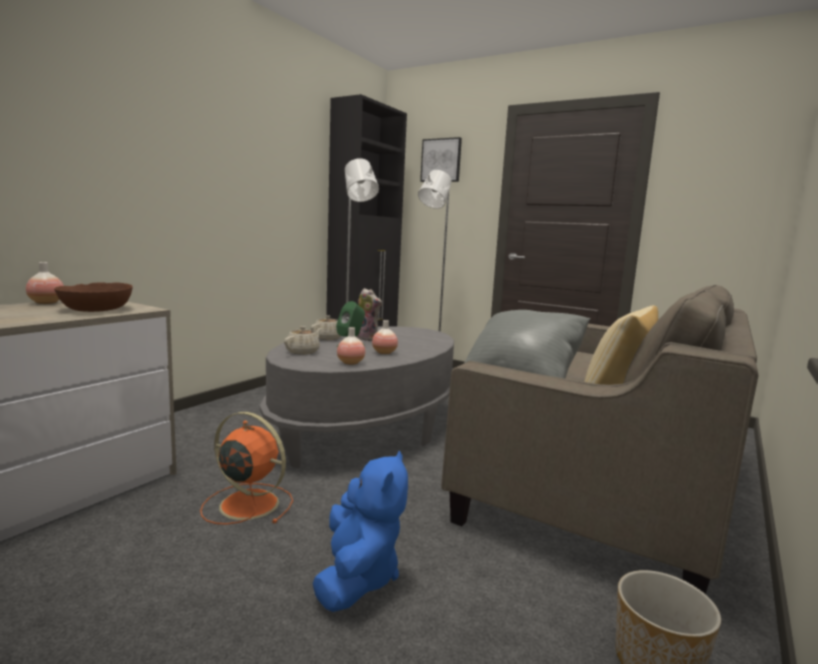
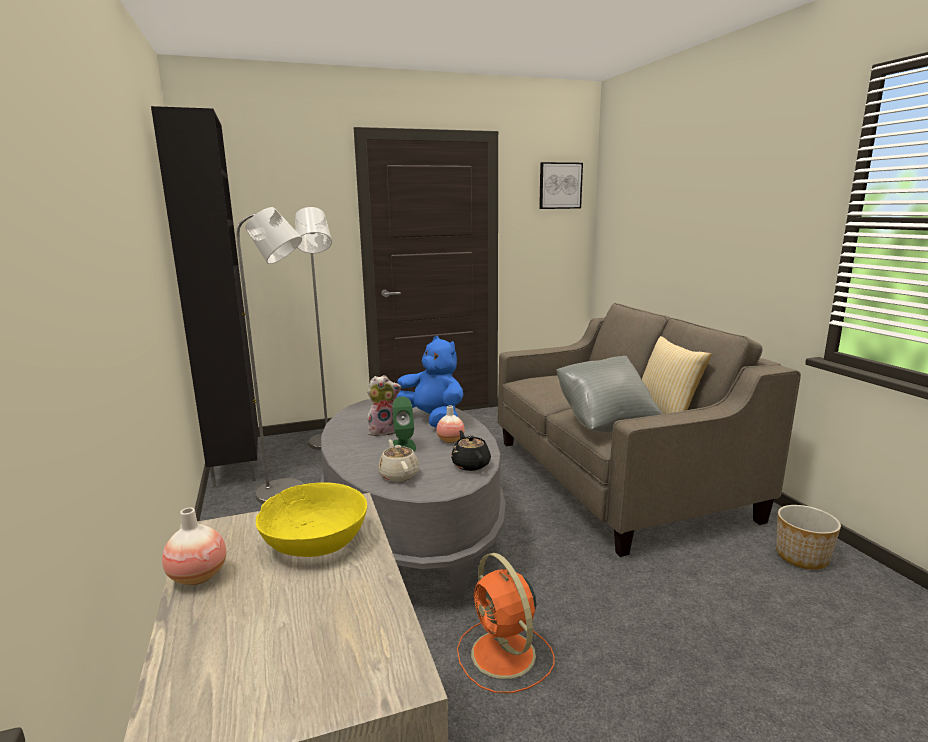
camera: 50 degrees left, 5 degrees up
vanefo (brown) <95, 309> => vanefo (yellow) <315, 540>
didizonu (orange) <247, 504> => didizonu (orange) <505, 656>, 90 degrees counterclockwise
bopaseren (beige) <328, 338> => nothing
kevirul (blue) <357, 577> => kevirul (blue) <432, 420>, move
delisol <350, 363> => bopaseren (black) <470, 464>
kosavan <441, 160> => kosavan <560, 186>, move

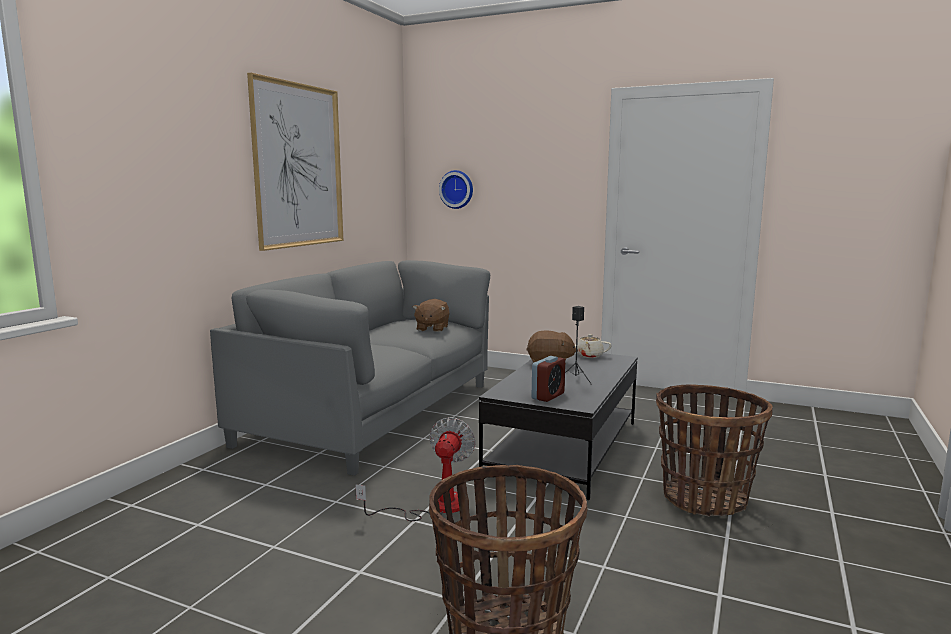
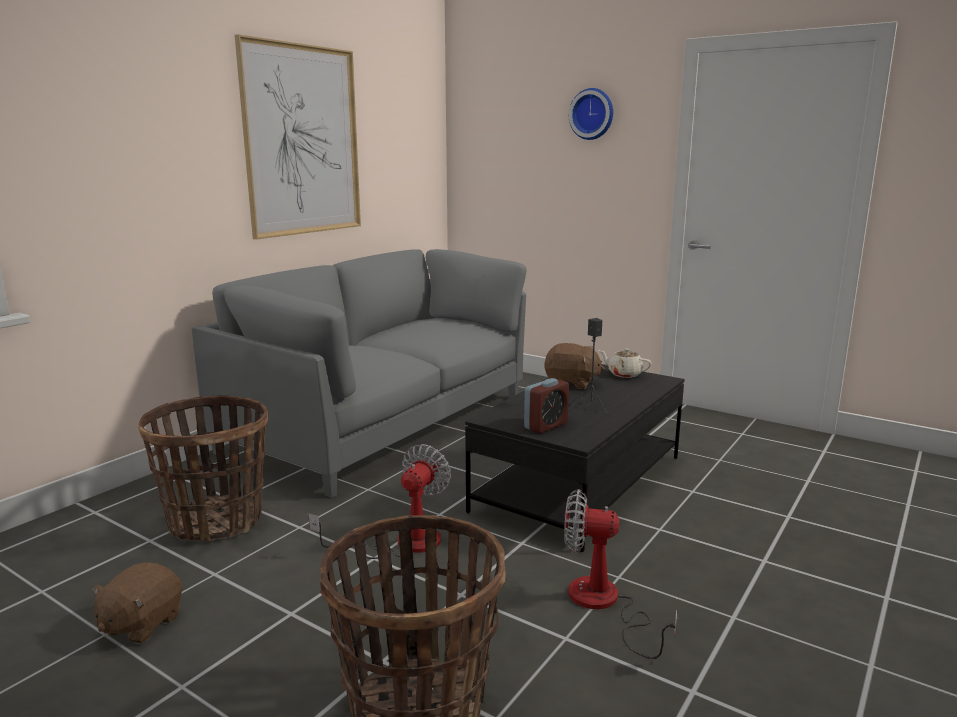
camera: 10 degrees right, 5 degrees up
kevirul (brown) <432, 328> => kevirul (brown) <141, 624>, move
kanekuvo <457, 189> => kanekuvo <592, 114>, move
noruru <704, 499> => noruru <216, 521>, move
nothing => didizonu <604, 605>

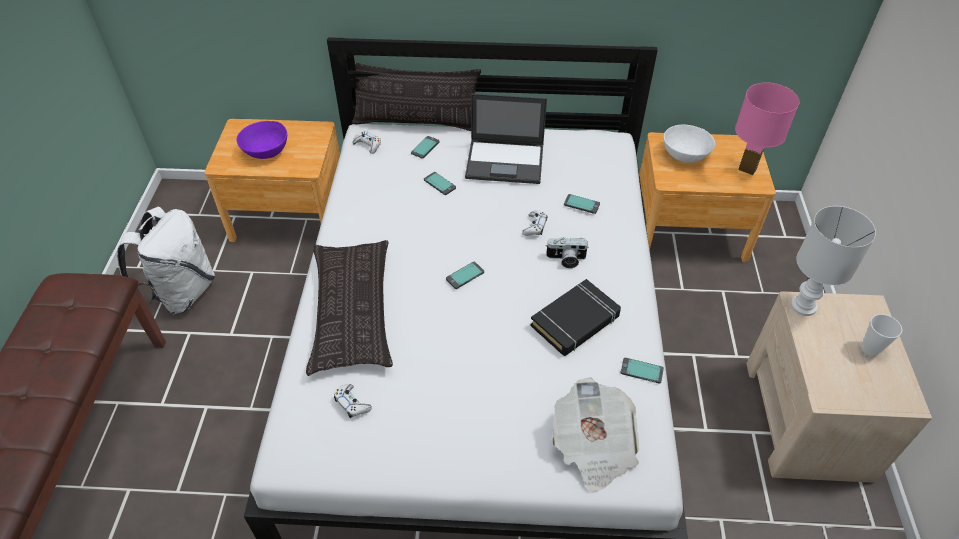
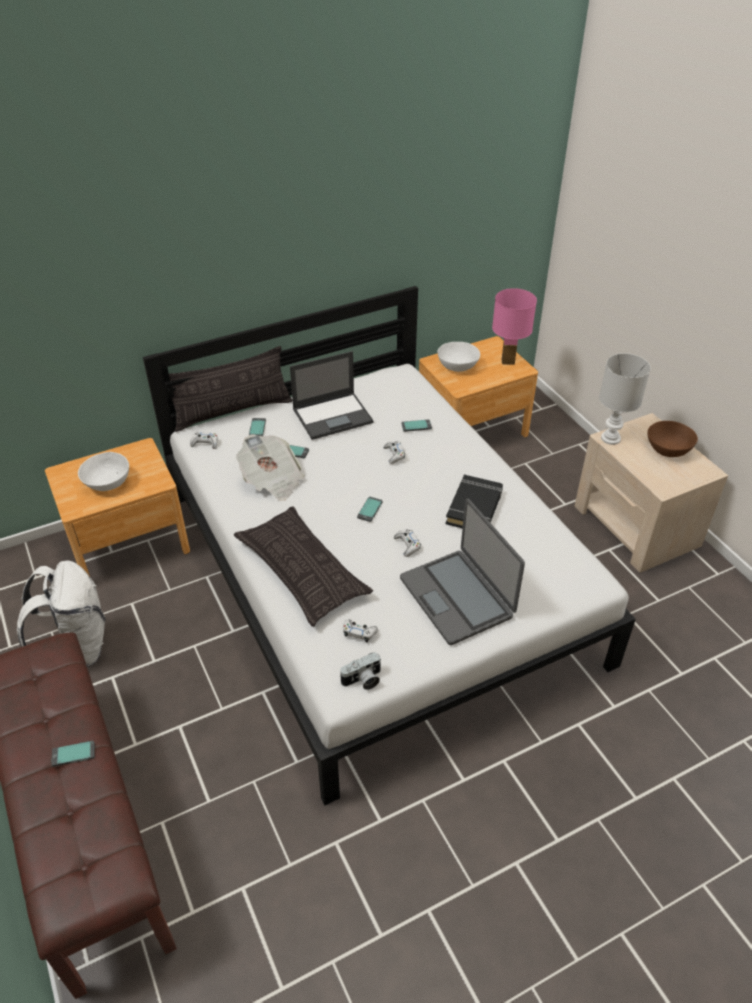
camera: 30 degrees left, 5 degrees down
vanefo (purple) <265, 151> => vanefo (white) <107, 482>
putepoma <566, 259> => putepoma <363, 680>, move
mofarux <593, 447> => mofarux <272, 480>, move
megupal <641, 371> => megupal <73, 754>, move
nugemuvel <870, 349> => vanefo (brown) <667, 449>
nothing => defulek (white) <407, 545>
nothing => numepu <457, 597>

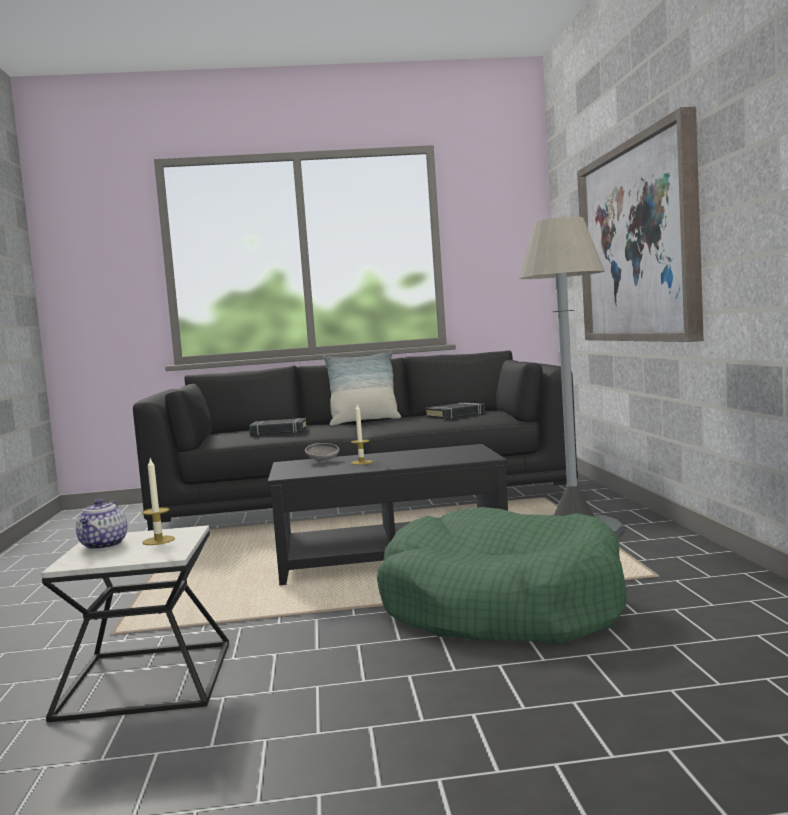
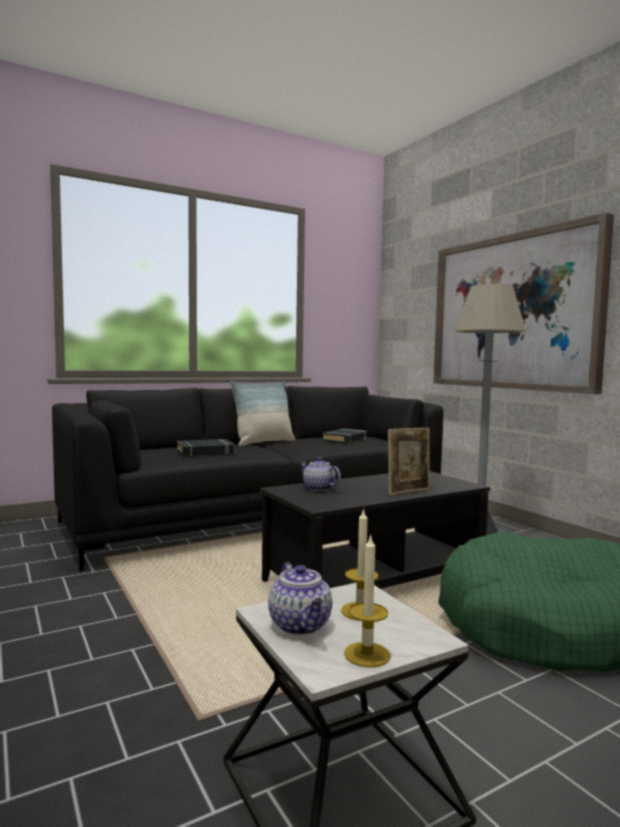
camera: 25 degrees left, 0 degrees up
vanefo (grey) <323, 462> => bopaseren <318, 488>
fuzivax <361, 462> => fuzivax <367, 654>, move
nothing => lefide <408, 491>

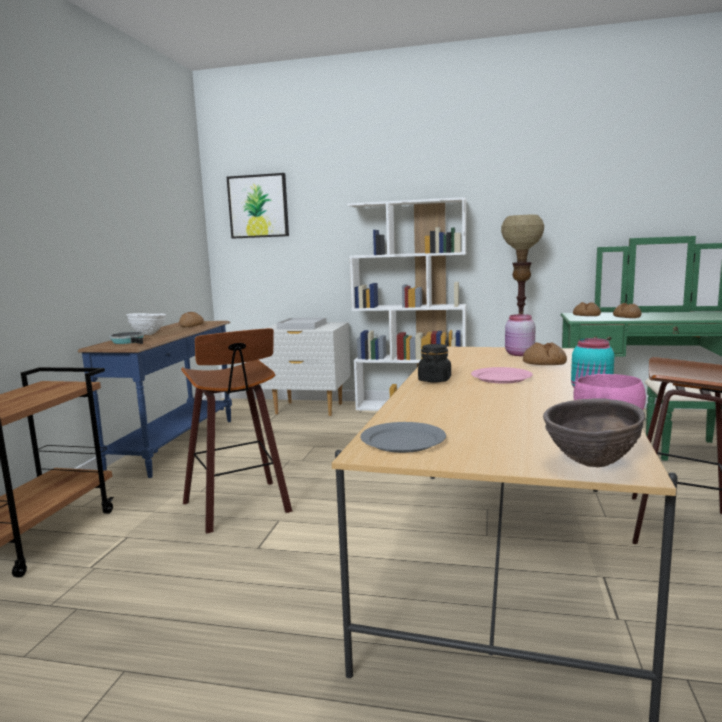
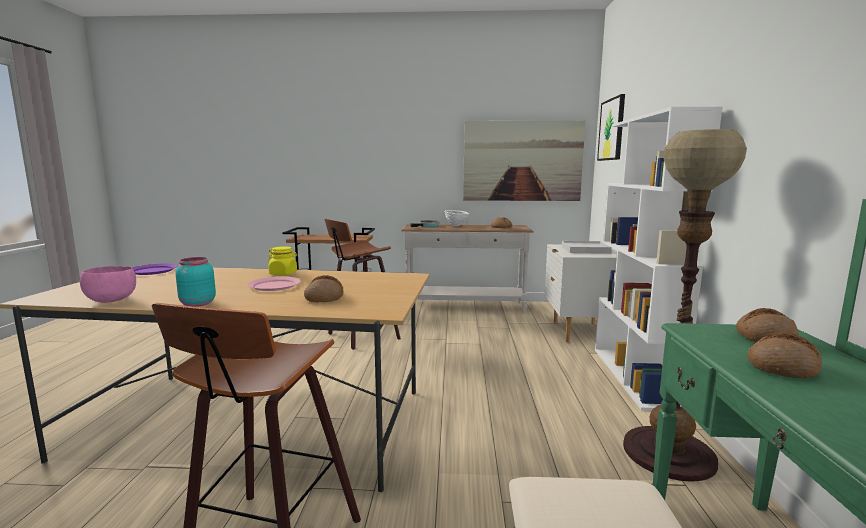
camera: 80 degrees right, 0 degrees up
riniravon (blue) <176, 445> => riniravon (white) <465, 307>
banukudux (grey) <403, 441> => banukudux (purple) <152, 271>
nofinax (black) <434, 380> => nofinax (yellow) <283, 273>
nofinax (pink) <519, 354> => nothing
vanefo (brown) <591, 464> => nothing
nothing => kosavan <522, 161>

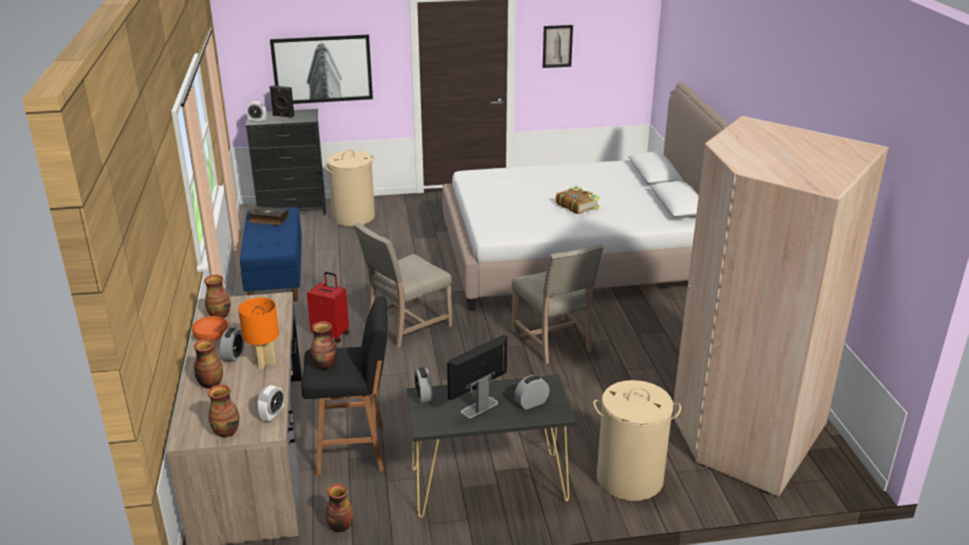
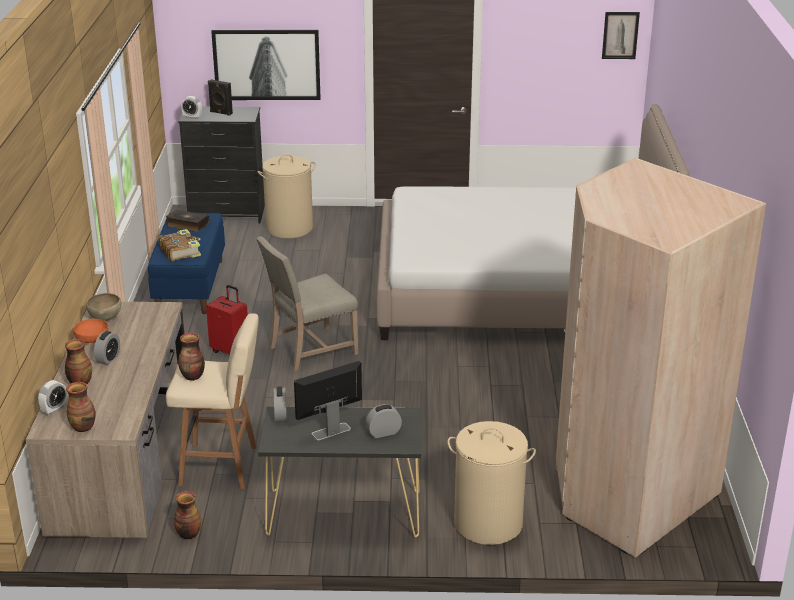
camera: 10 degrees right, 0 degrees up
delisol <220, 315> => vanefo (brown) <105, 319>
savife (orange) <264, 363> => nothing
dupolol <272, 415> => dupolol <54, 409>, move
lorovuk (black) <354, 450> => lorovuk (beige) <221, 466>
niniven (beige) <554, 341> => nothing
kosavan <557, 46> => kosavan <620, 35>, move
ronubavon <577, 205> => ronubavon <180, 251>, move

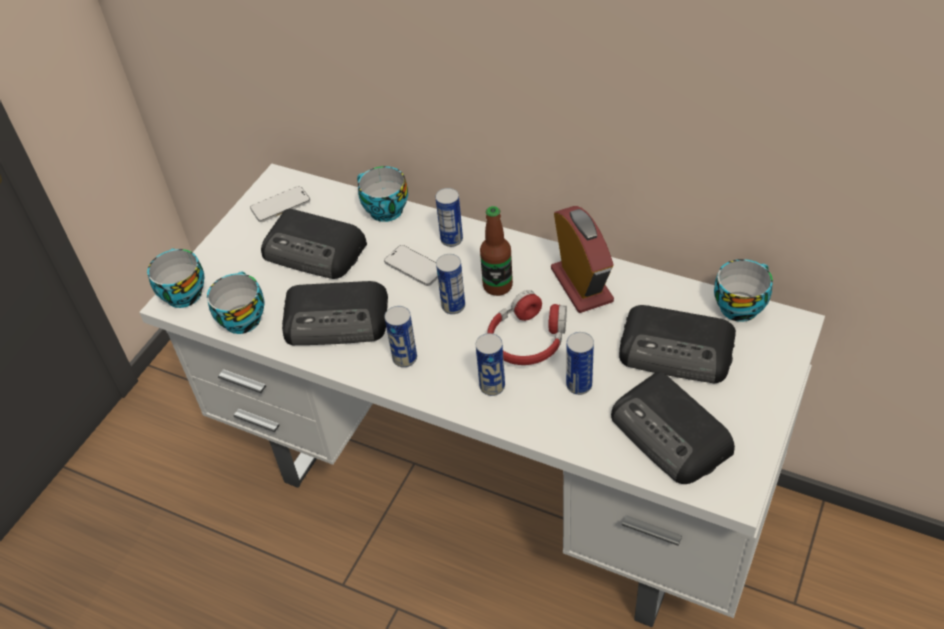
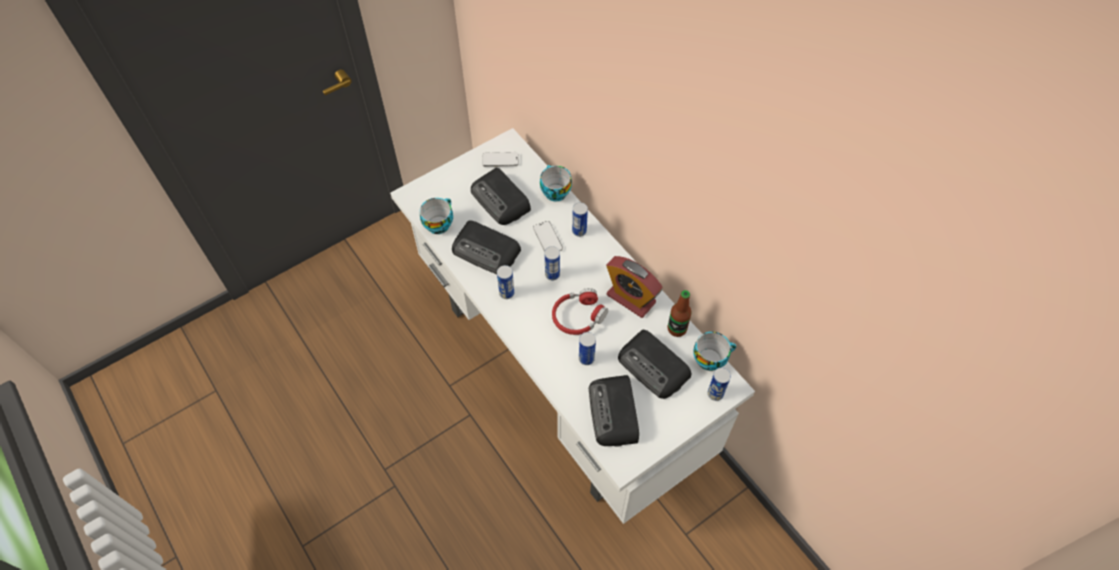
camera: 25 degrees right, 10 degrees up
nugemuvel <182, 293> => nothing
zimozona <492, 386> => zimozona <715, 393>, move
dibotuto <497, 286> => dibotuto <677, 329>, move
dupolol <581, 285> => dupolol <631, 298>, 120 degrees clockwise

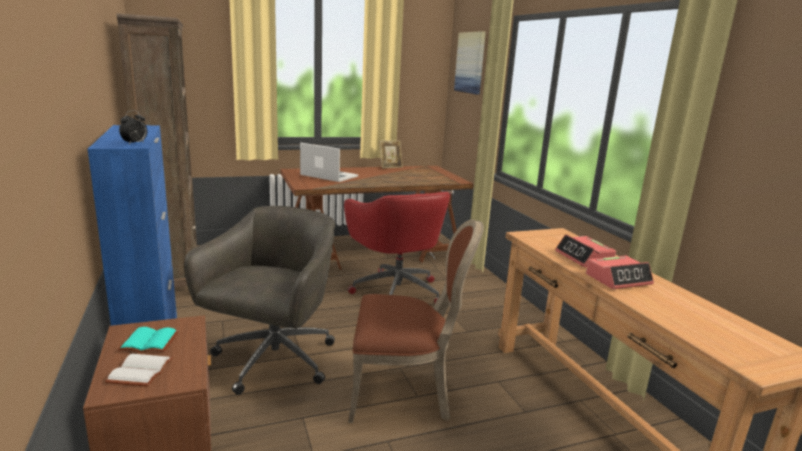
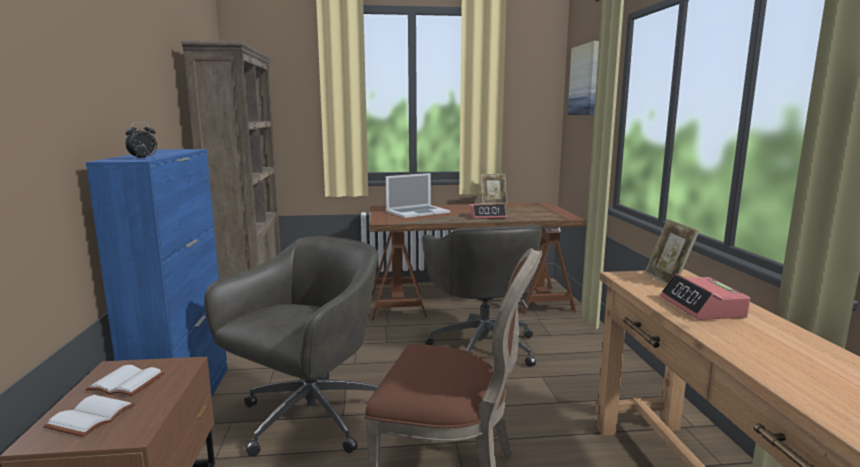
camera: 15 degrees right, 5 degrees down
ronubavon (turquoise) <148, 343> => ronubavon (white) <124, 383>
numepu <328, 175> => numepu <417, 212>, 105 degrees clockwise
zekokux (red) <396, 291> => zekokux (grey) <482, 345>
dupolol <618, 279> => dupolol <487, 216>, move
nothing => lefide <667, 280>

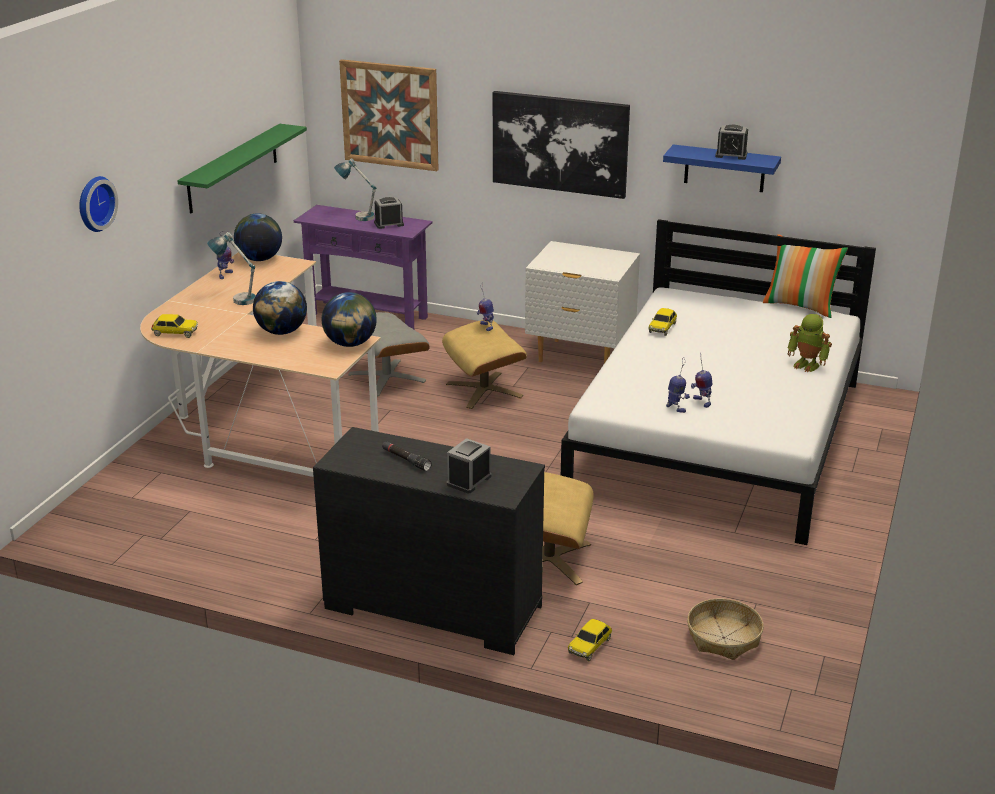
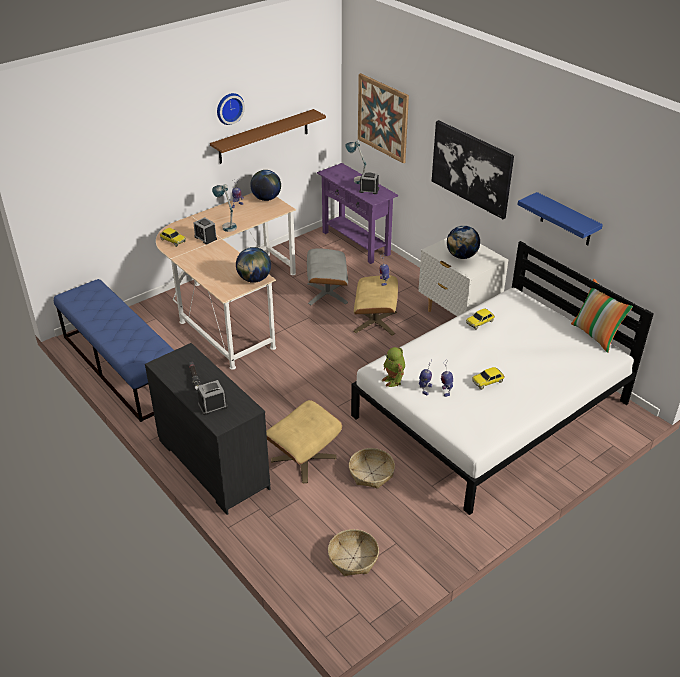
camera: 30 degrees right, 10 degrees up
kanekuvo <94, 203> => kanekuvo <229, 108>, move
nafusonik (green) <233, 168> => nafusonik (brown) <264, 136>
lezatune <282, 332> => lezatune <462, 256>, move
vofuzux <590, 646> => vofuzux <487, 382>, move
dupolol <731, 155> => dupolol <205, 238>, move
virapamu <807, 365> => virapamu <393, 380>, move
nothing => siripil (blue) <122, 366>
nothing => noruru <371, 473>

